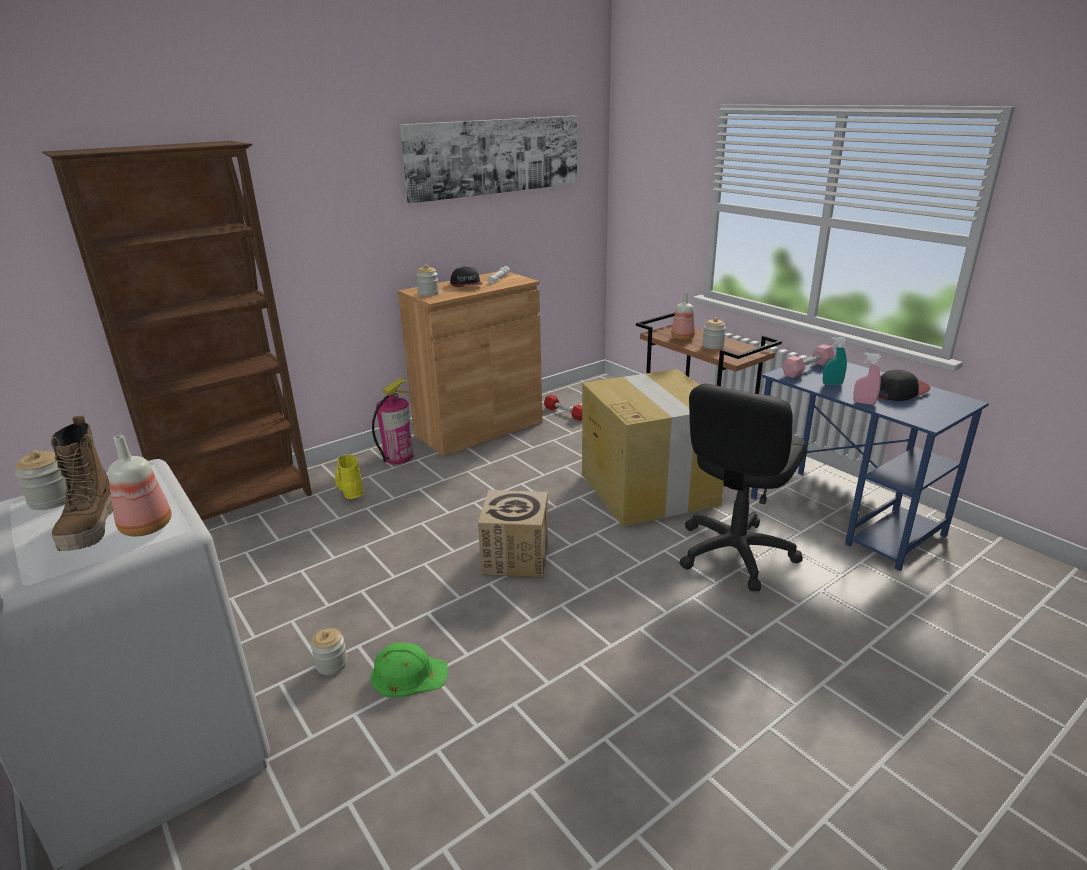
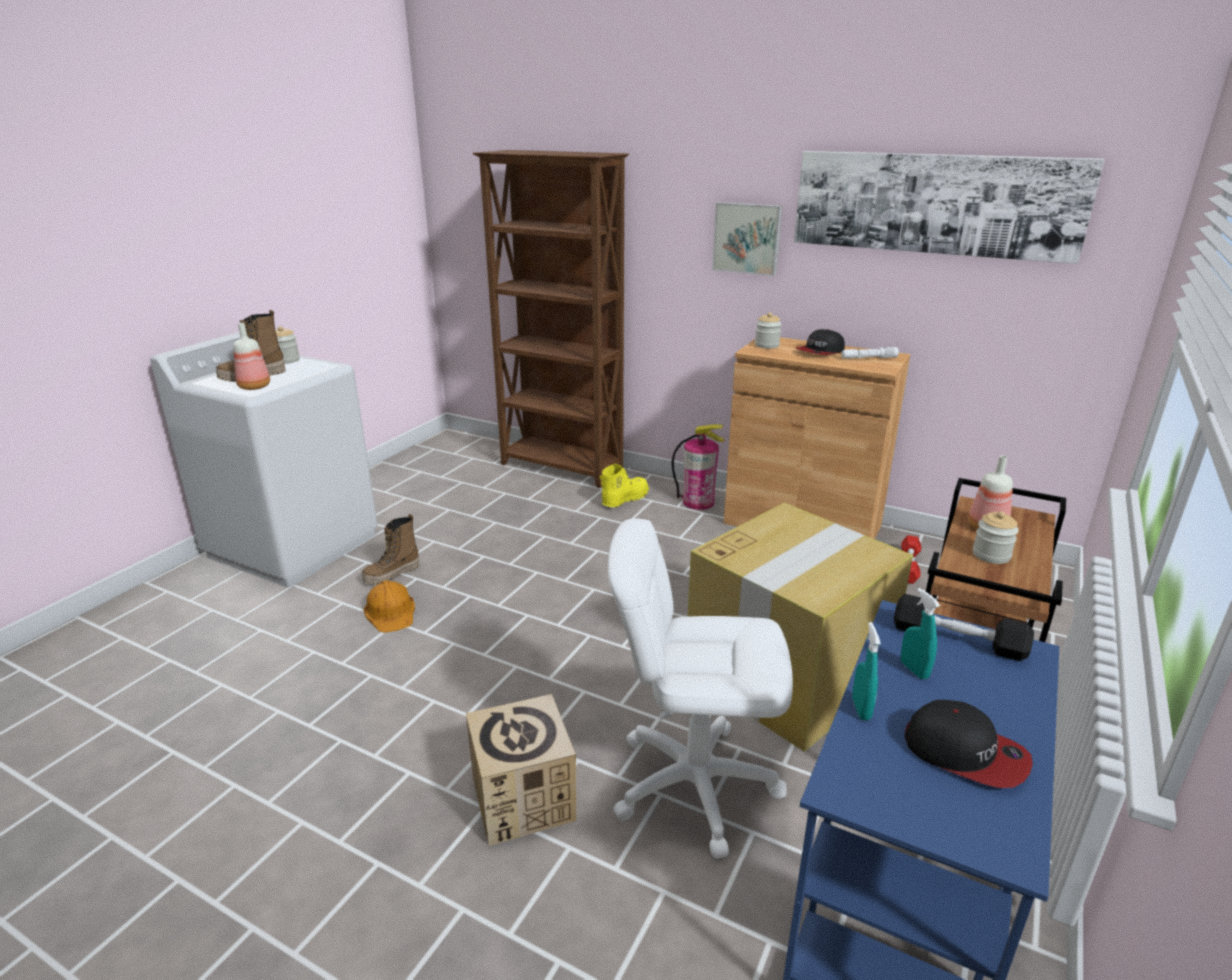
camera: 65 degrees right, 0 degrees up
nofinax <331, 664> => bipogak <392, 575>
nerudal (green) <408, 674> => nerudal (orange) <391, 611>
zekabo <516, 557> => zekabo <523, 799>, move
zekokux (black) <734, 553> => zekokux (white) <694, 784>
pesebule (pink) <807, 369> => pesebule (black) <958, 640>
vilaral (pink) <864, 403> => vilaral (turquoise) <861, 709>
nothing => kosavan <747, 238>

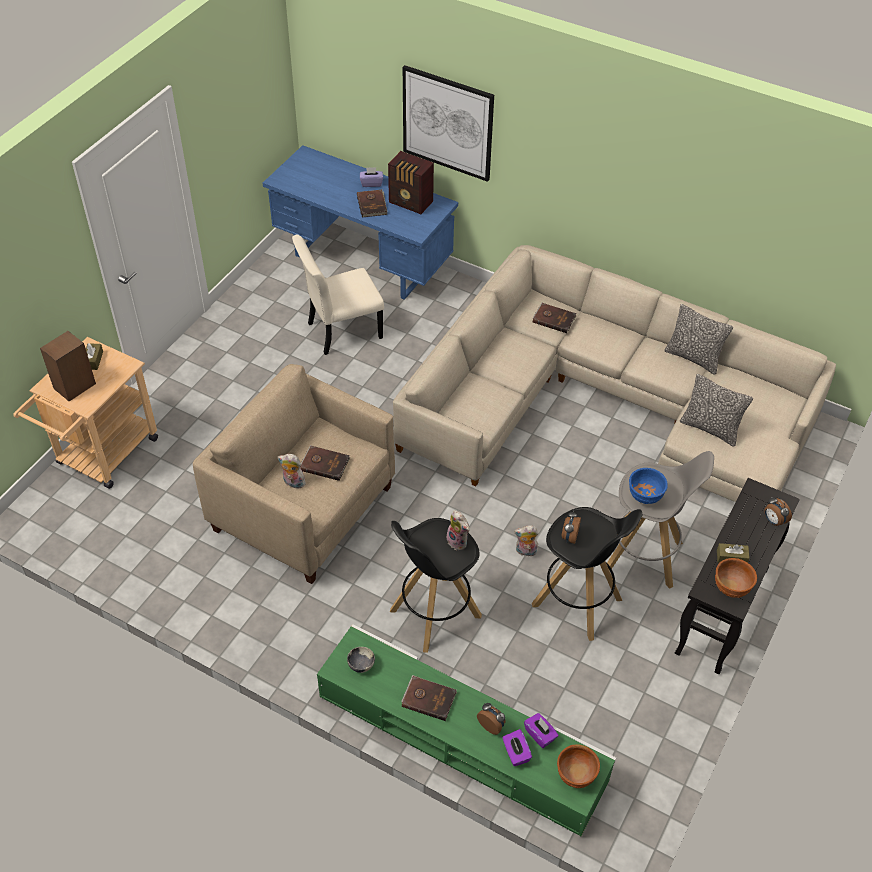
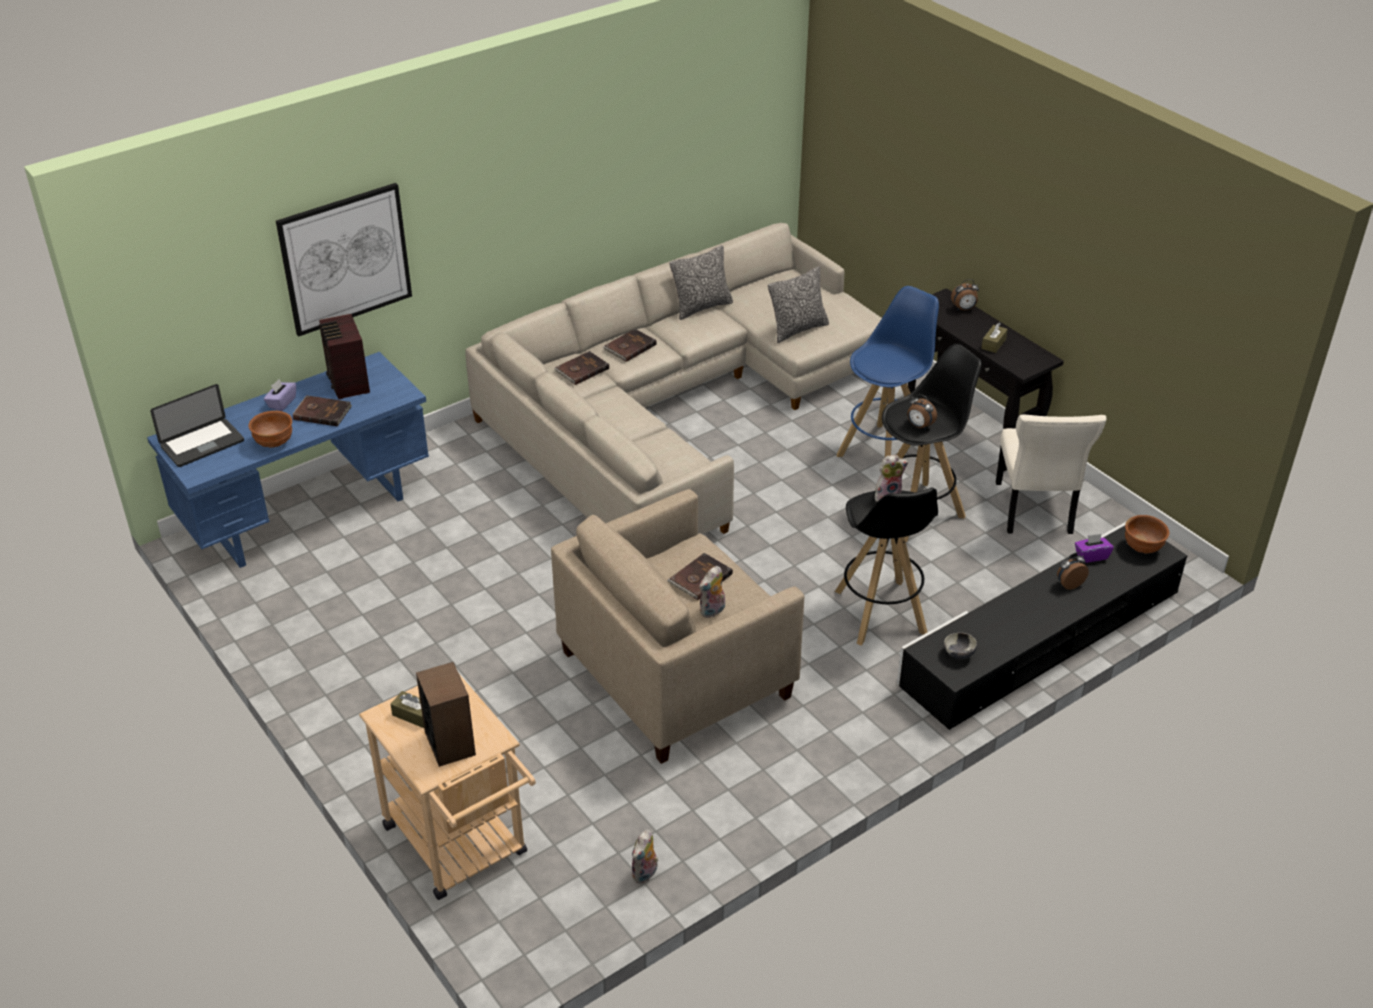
camera: 65 degrees left, 10 degrees down
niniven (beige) <341, 331> => niniven (beige) <1033, 510>, move
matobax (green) <460, 738> => matobax (black) <1040, 639>
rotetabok <411, 203> => rotetabok <348, 384>, 105 degrees clockwise
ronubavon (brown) <428, 698> => ronubavon (brown) <629, 347>, move
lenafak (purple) <516, 753> => nothing
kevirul <525, 552> => kevirul <645, 874>, move
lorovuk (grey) <644, 556> => lorovuk (blue) <884, 451>
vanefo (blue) <645, 496> => nothing
vanefo (brown) <732, 588> => vanefo (brown) <275, 442>, move
nothing => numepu <202, 444>

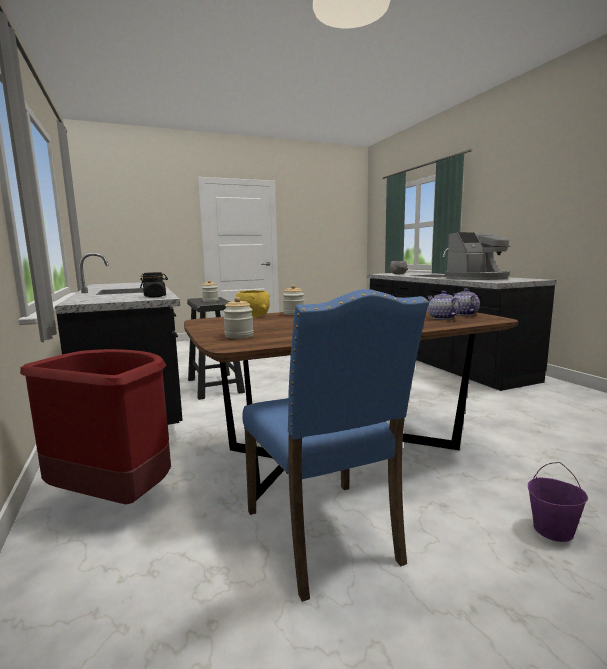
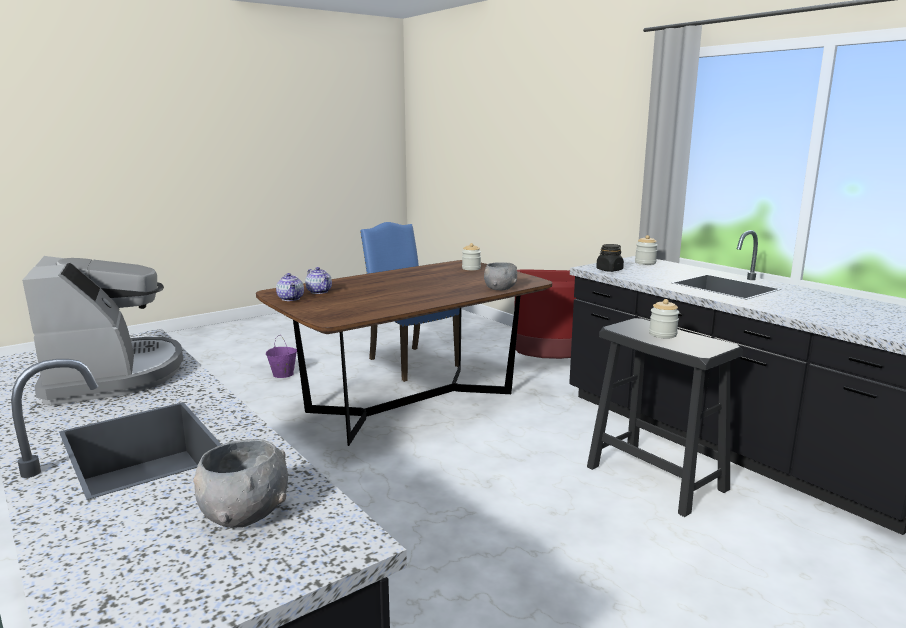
camera: 165 degrees right, 5 degrees up
vanefo (yellow) <253, 316> => vanefo (grey) <500, 289>
nofinax <293, 313> => nofinax <645, 263>, move
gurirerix <477, 278> => gurirerix <112, 375>, 105 degrees clockwise

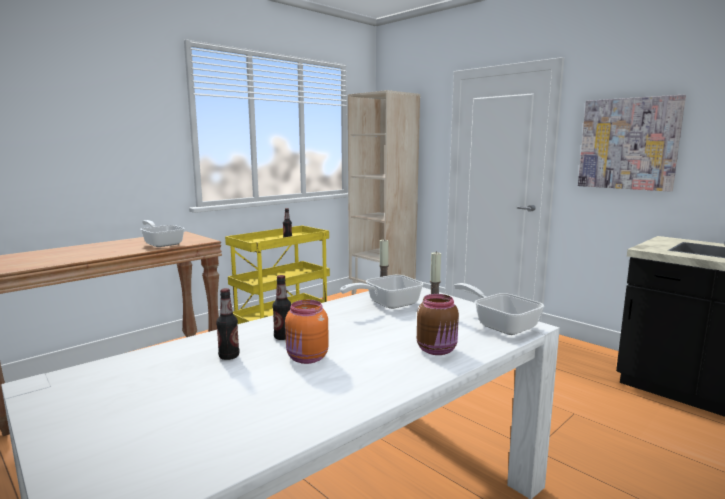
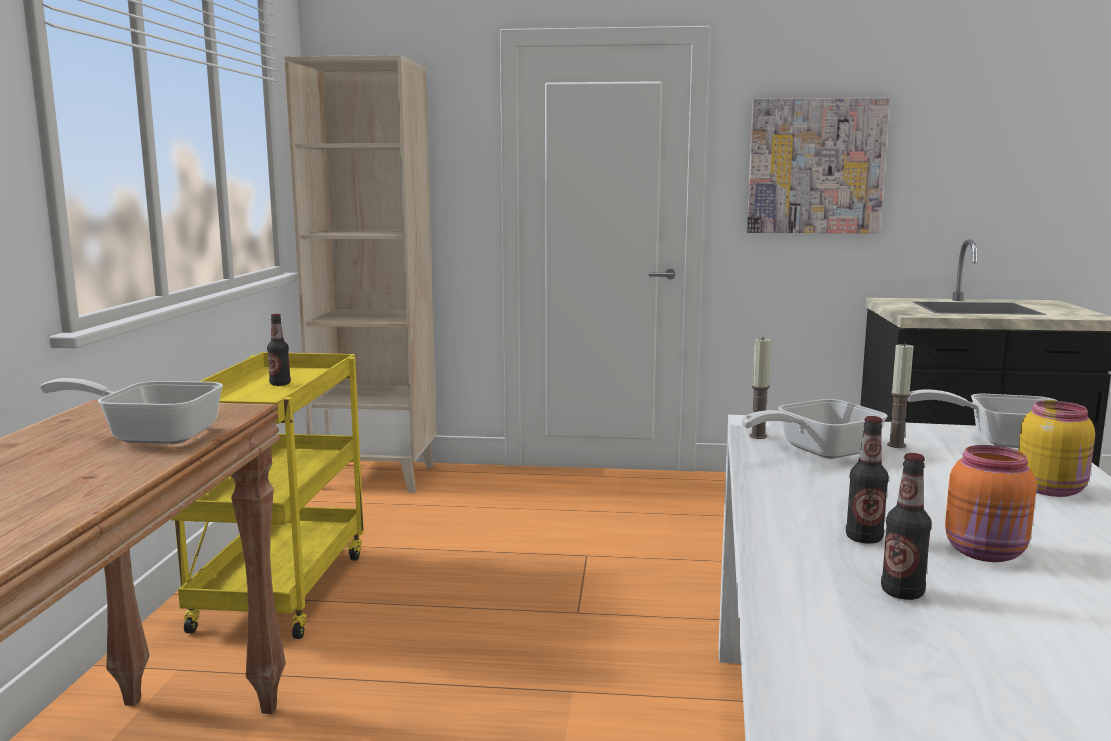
camera: 40 degrees left, 0 degrees up
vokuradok <387, 304> => vokuradok <817, 451>, 45 degrees clockwise
nofinax (brown) <437, 350> => nofinax (yellow) <1051, 489>

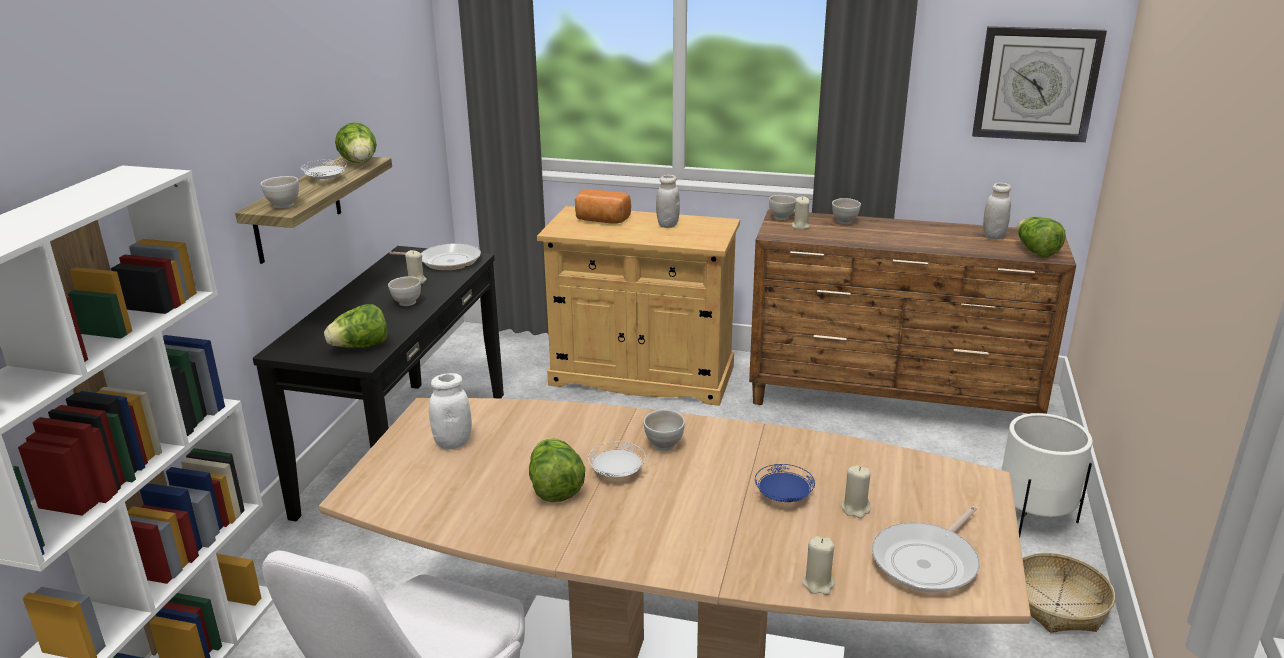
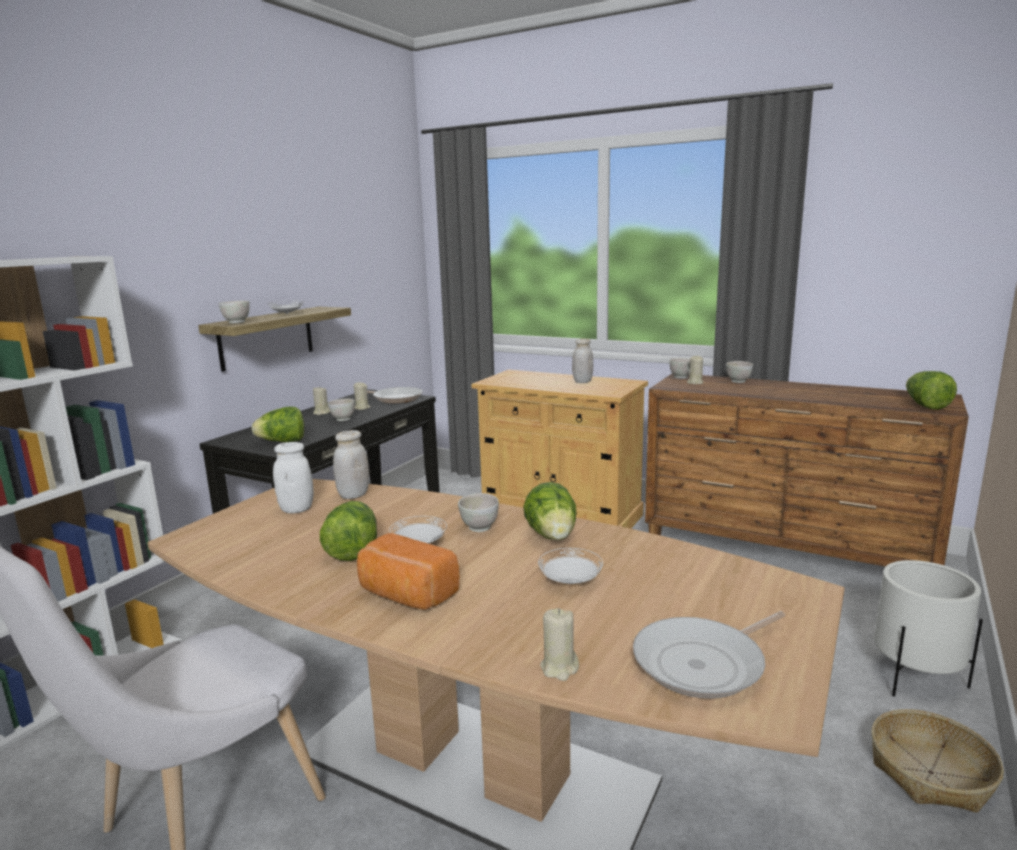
camera: 15 degrees right, 10 degrees down
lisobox <360, 163> => lisobox <553, 537>, move
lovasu <601, 220> => lovasu <405, 595>, move
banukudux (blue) <783, 497> => banukudux (white) <570, 581>
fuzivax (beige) <855, 509> => fuzivax (beige) <321, 413>, move
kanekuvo <1036, 84> => nothing
nofinax (white) <993, 236> => nofinax (white) <353, 495>, move

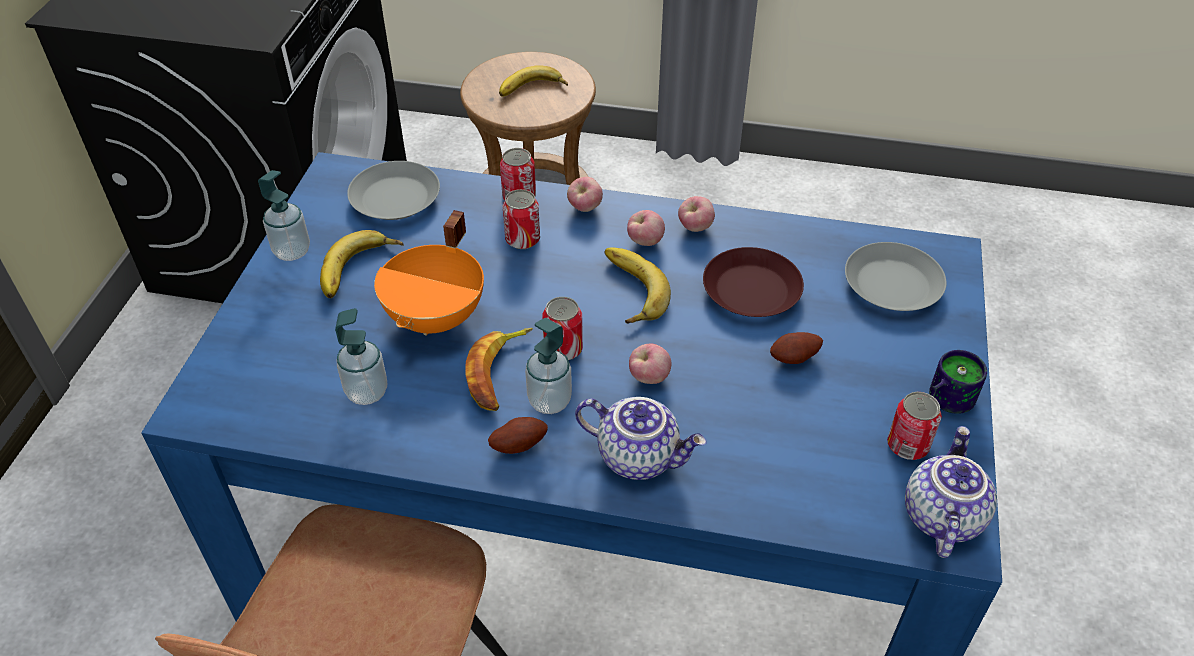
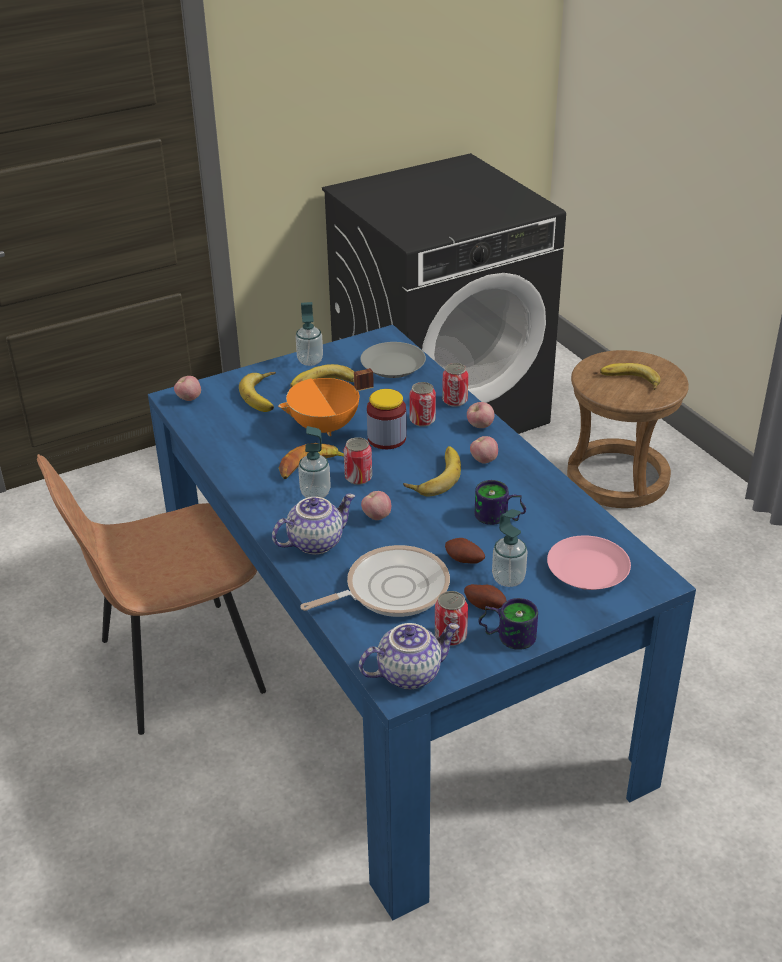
camera: 50 degrees right, 10 degrees down
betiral <367, 392> => betiral <508, 579>, move
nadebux <518, 444> => nadebux <485, 605>, move
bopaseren <639, 456> => bopaseren <315, 542>, 105 degrees counterclockwise
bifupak <695, 228> => bifupak <189, 399>, move
banukudux (brown) <751, 291> => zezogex <498, 518>
banukudux (grey) <892, 285> => banukudux (pink) <587, 570>
nothing => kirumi <265, 395>
nothing => vokuradok <391, 589>
nothing => nofinax <386, 438>

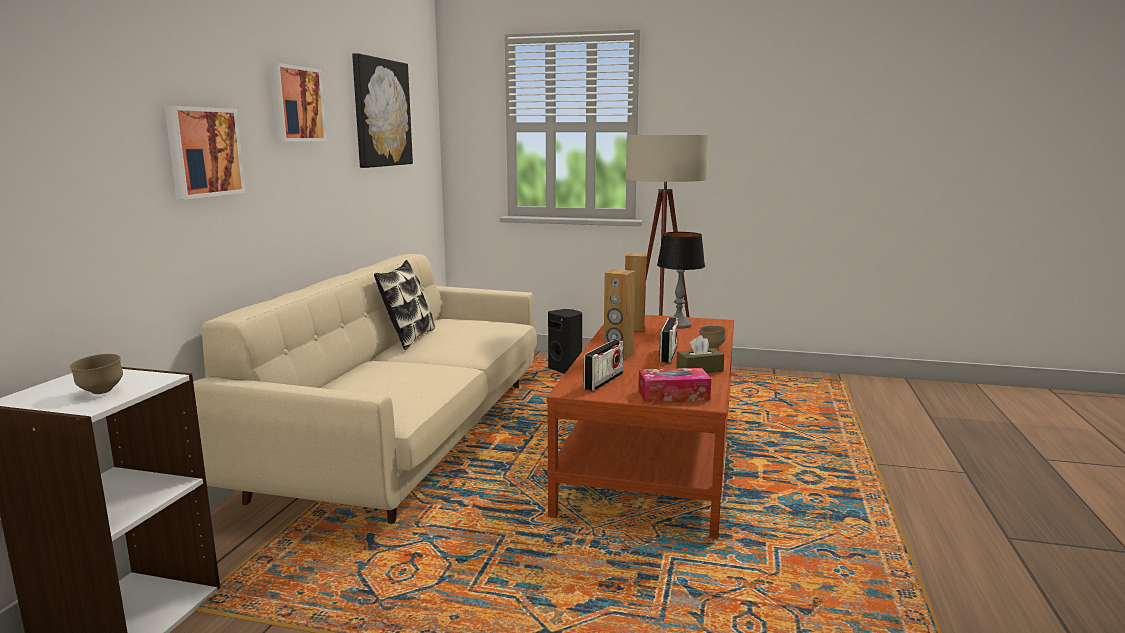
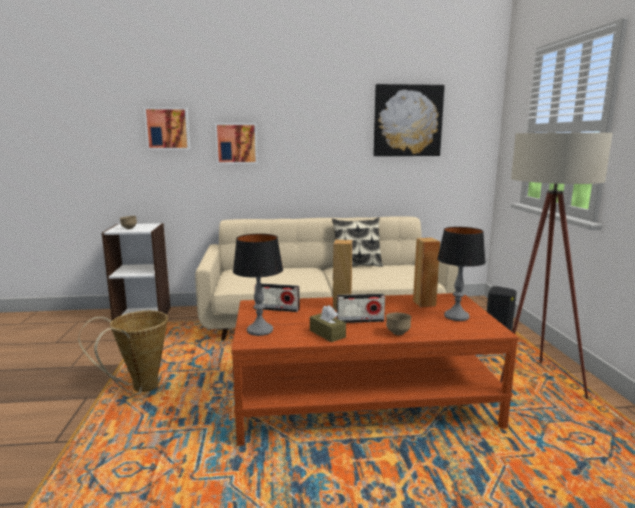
camera: 70 degrees right, 0 degrees up
kosavan <295, 104> => kosavan <167, 128>, move
lenafak <673, 395> => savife <259, 330>
nothing => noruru <139, 389>

